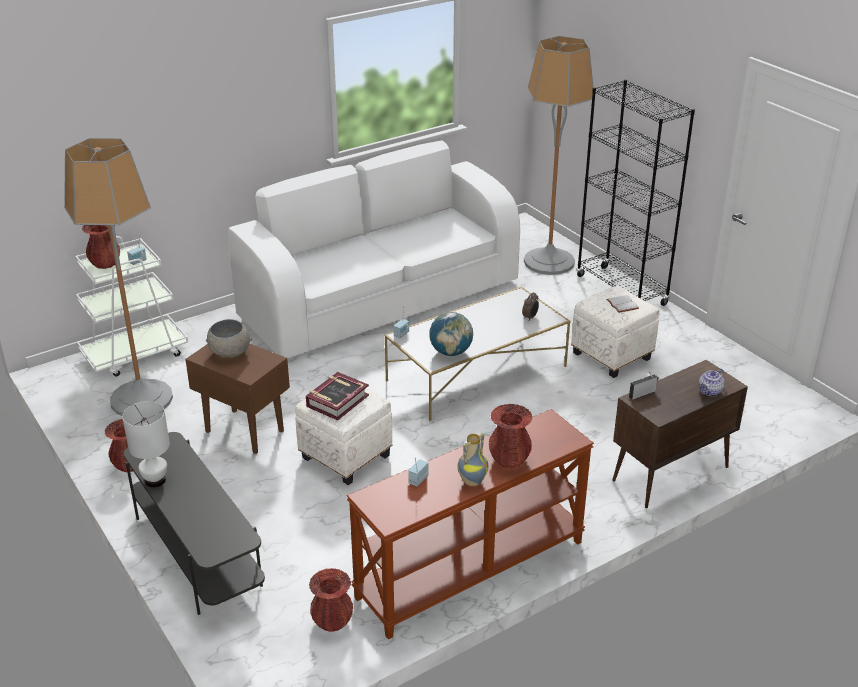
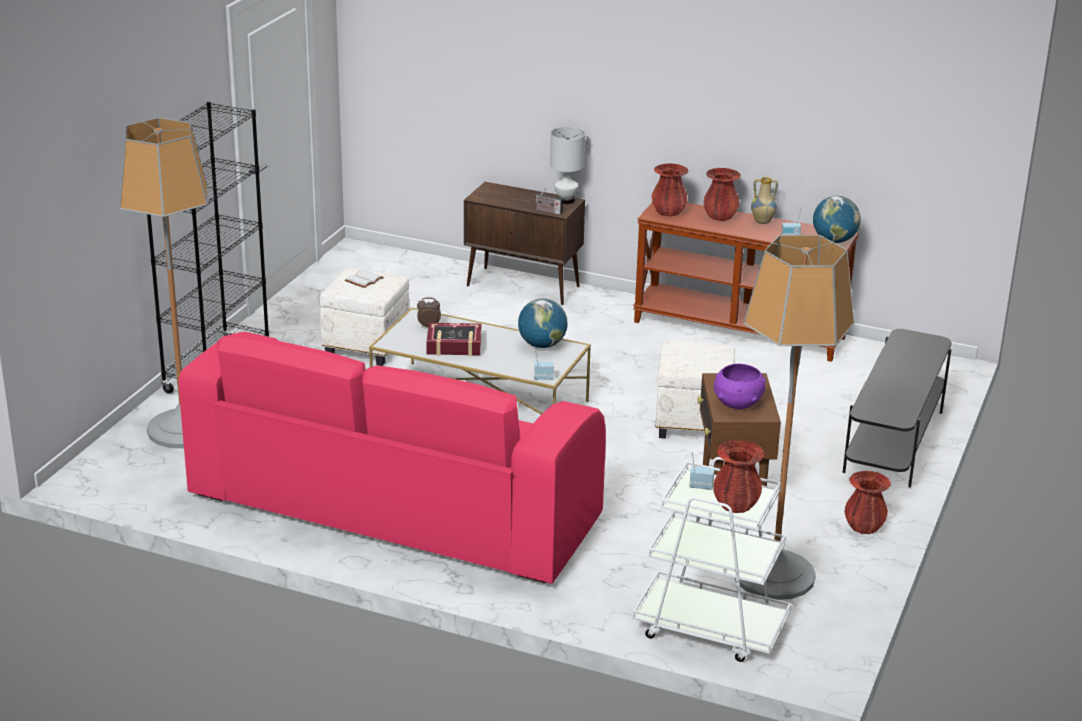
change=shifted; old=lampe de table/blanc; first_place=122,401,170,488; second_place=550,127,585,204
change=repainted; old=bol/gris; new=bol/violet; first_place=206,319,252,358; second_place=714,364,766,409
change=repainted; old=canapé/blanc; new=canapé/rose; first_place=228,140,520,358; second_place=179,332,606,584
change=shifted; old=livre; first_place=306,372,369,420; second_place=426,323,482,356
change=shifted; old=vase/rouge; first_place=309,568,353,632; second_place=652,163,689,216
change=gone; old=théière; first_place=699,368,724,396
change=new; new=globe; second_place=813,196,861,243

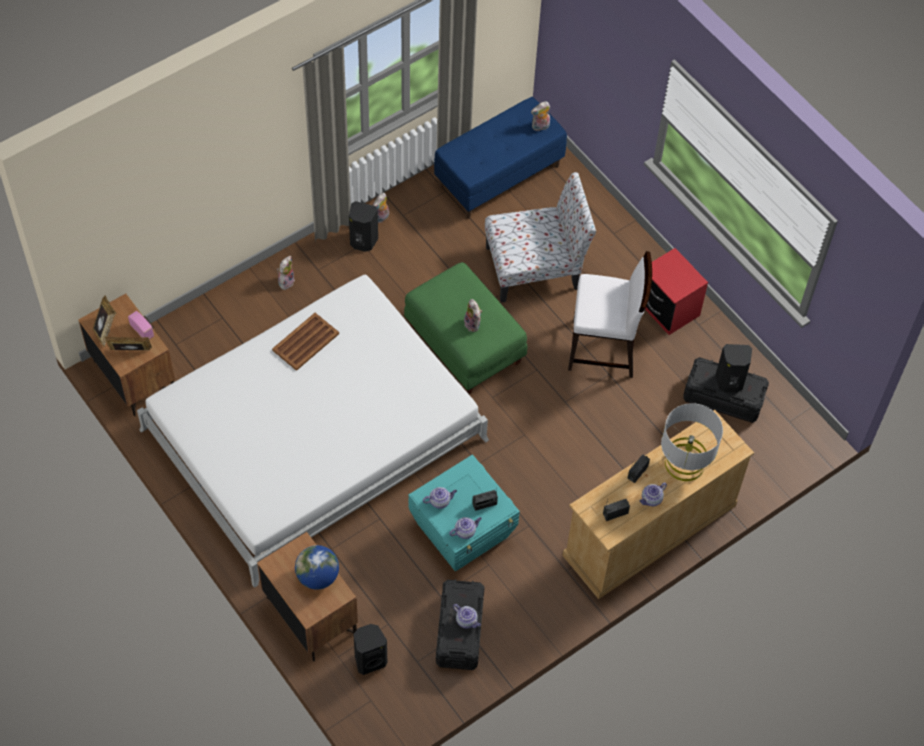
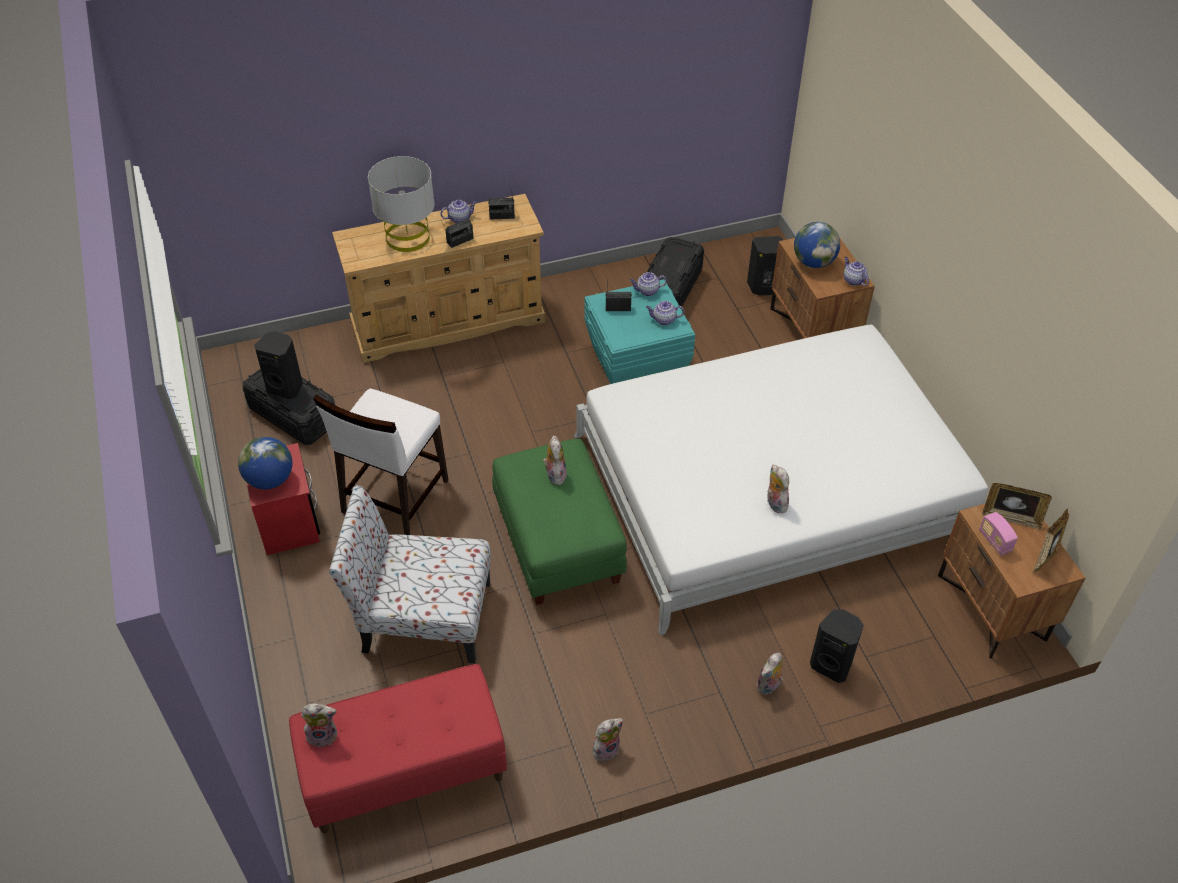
change=swapped; old=plateau/marron; new=peluche; first_place=272,313,339,371; second_place=767,465,789,513
change=shifted; old=enceinte/noir; first_place=349,201,378,252; second_place=810,609,864,683
change=repainted; old=banc/bleu; new=banc/rouge; first_place=434,97,567,219; second_place=289,664,507,833
change=shifted; old=théière; first_place=453,604,481,628; second_place=844,257,869,286
change=rotated; old=chaise/blanc; first_place=568,251,652,378; second_place=313,388,449,535; degrees=-90
change=new; new=globe; second_place=238,437,292,489

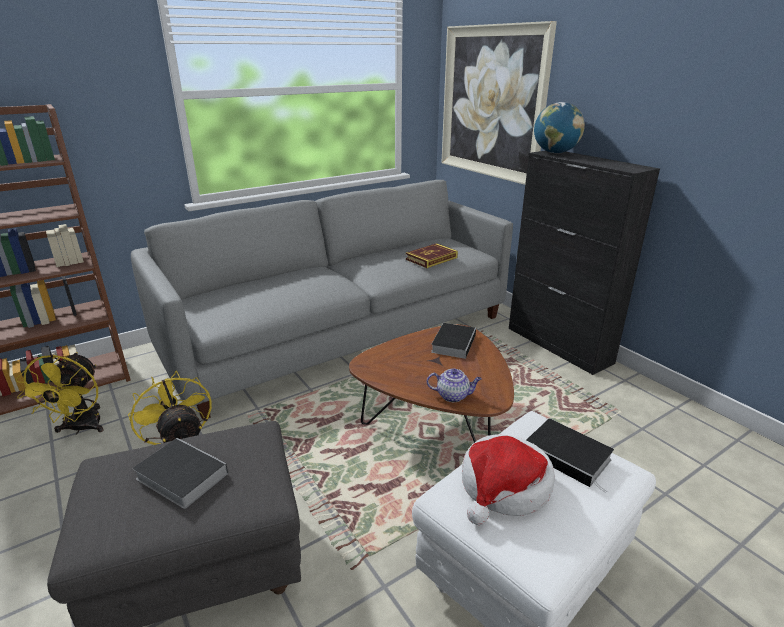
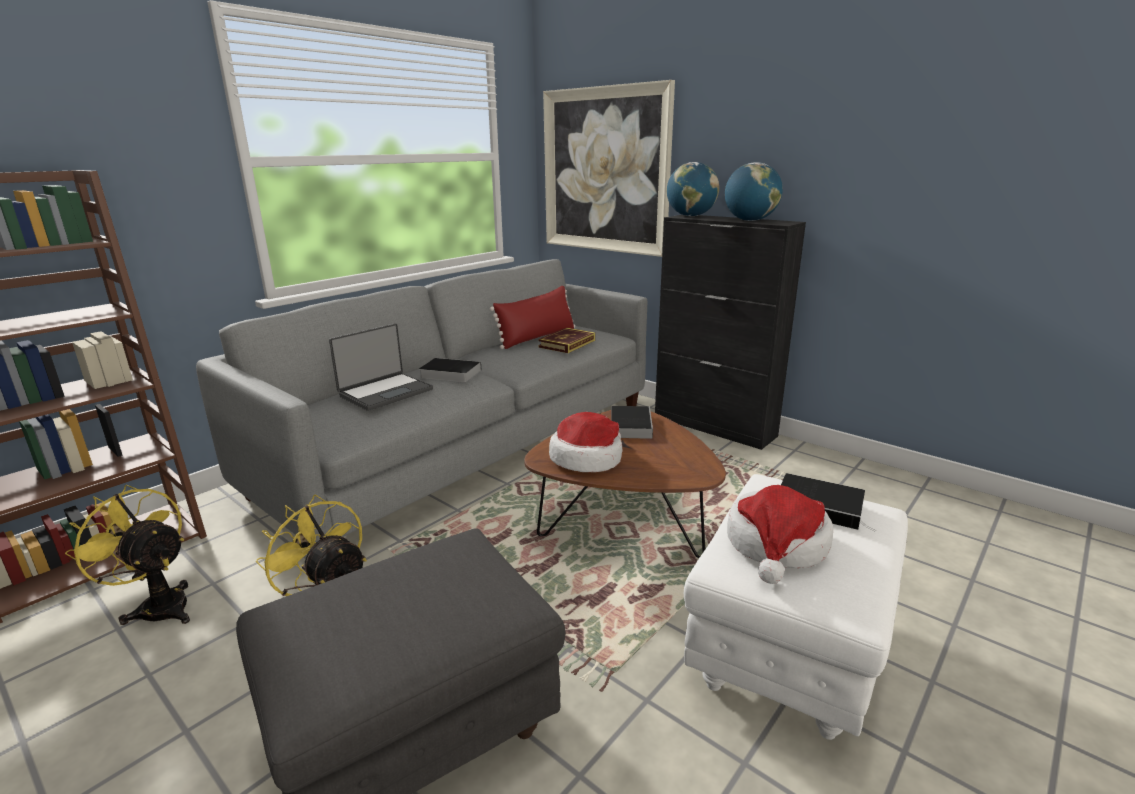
change=rotated; old=ventilateur/jaune; first_place=16,352,104,435; second_place=65,485,190,625; degrees=135
change=shifted; old=livre; first_place=133,438,228,509; second_place=419,358,482,383
change=gone; old=théière; first_place=427,369,482,402
change=new; new=ordinateur portable; second_place=329,323,433,411
change=new; new=coussin/rouge; second_place=490,286,575,349
change=new; new=chapeau; second_place=549,412,622,472
change=new; new=globe; second_place=725,162,783,221

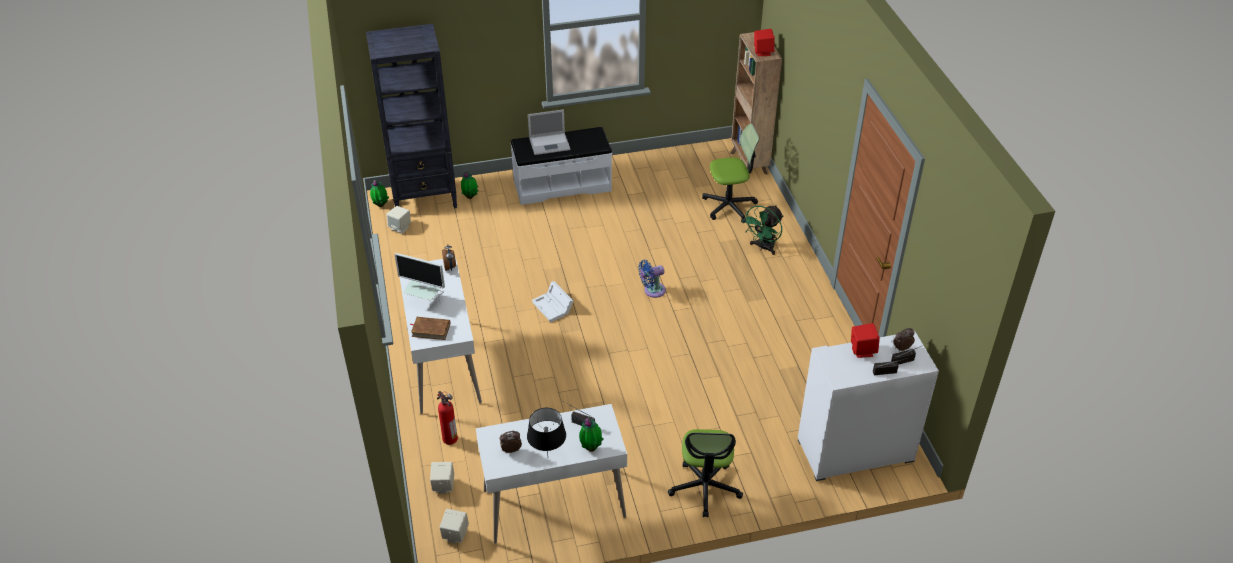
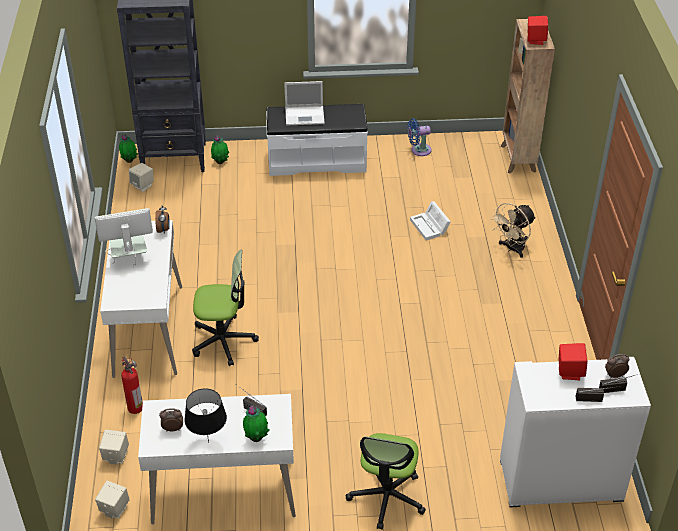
change=rotated; old=écran d'ordinateur; first_place=394,253,445,304; second_place=95,208,153,268; degrees=135
change=gone; old=livre/marron; first_place=410,317,451,340
change=shifted; old=boîte de rangement/blanc; first_place=532,281,573,322; second_place=410,201,451,240
change=shifted; old=ventilateur/bleu; first_place=638,260,666,298; second_place=408,118,431,156
change=shifted; old=chaise de bureau; first_place=702,123,759,223; second_place=192,250,259,366
change=repainted; old=ventilateur/vert; new=ventilateur/beige; first_place=742,205,784,255; second_place=490,203,536,258

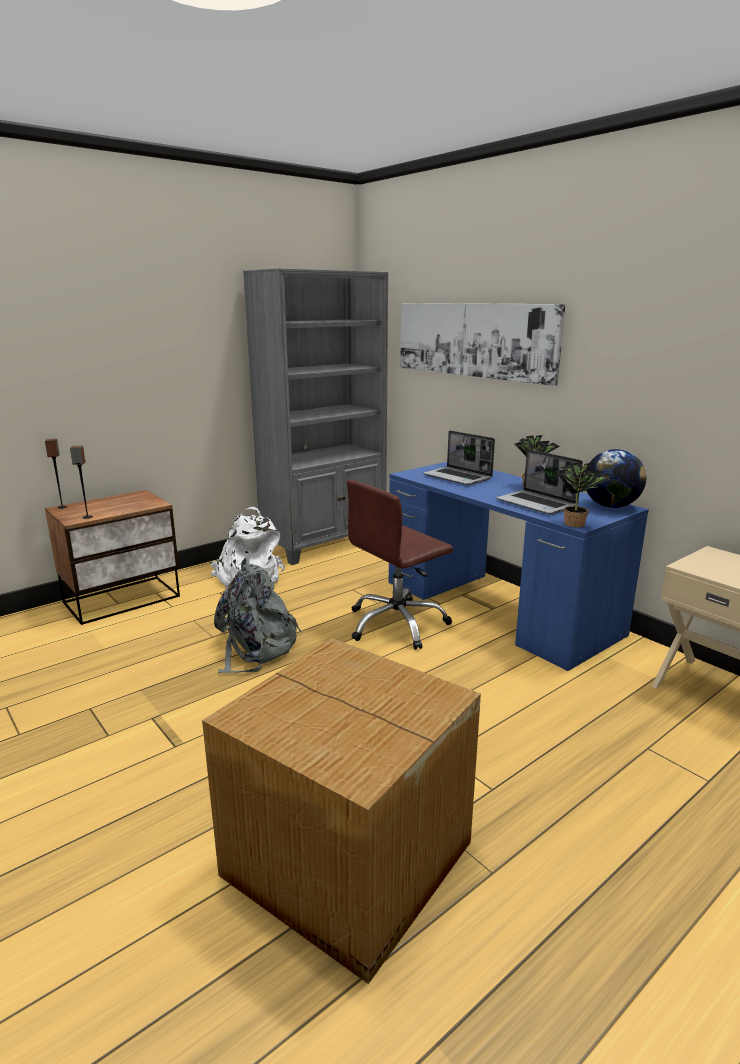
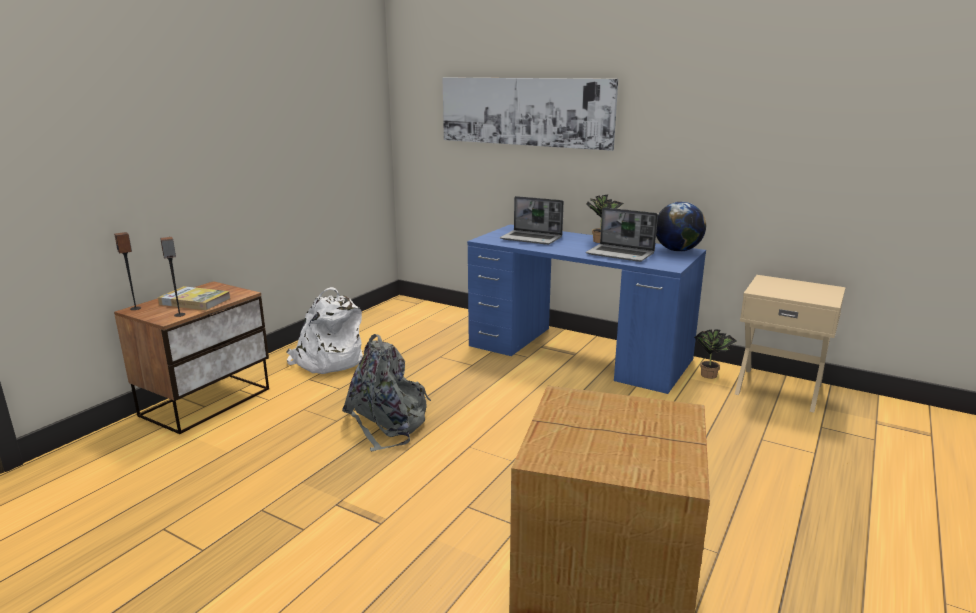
change=gone; old=bibliothèque/gris; first_place=243,268,388,565
change=gone; old=chaise de bureau/marron; first_place=347,480,453,650
change=shifted; old=plante en pot; first_place=556,463,610,527; second_place=694,329,737,379
change=new; new=livre; second_place=158,286,231,310

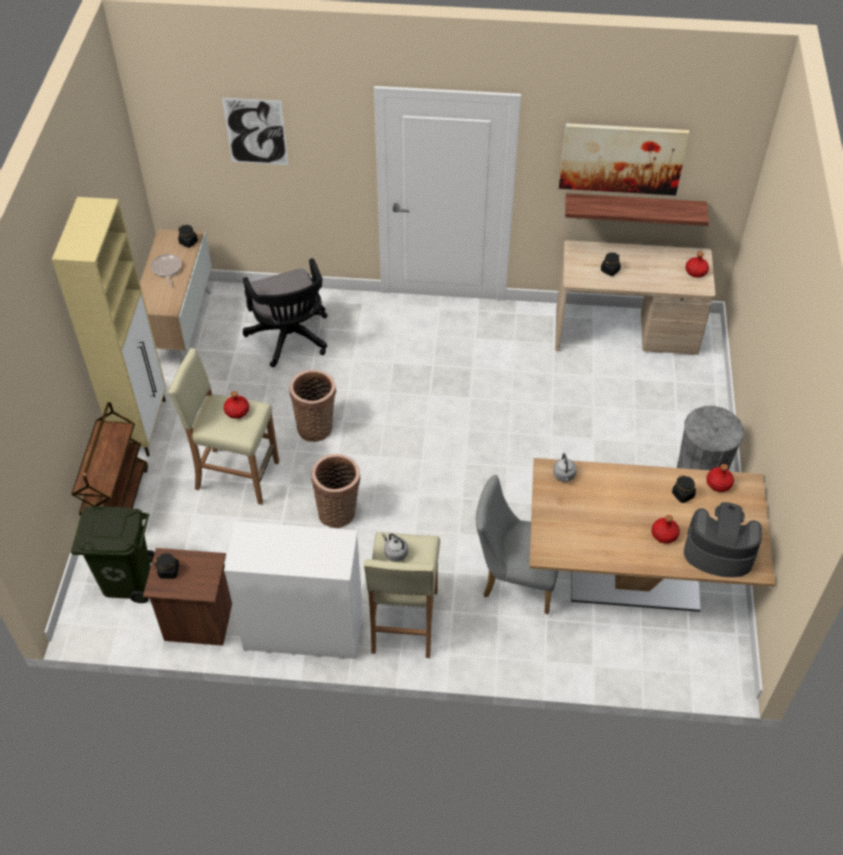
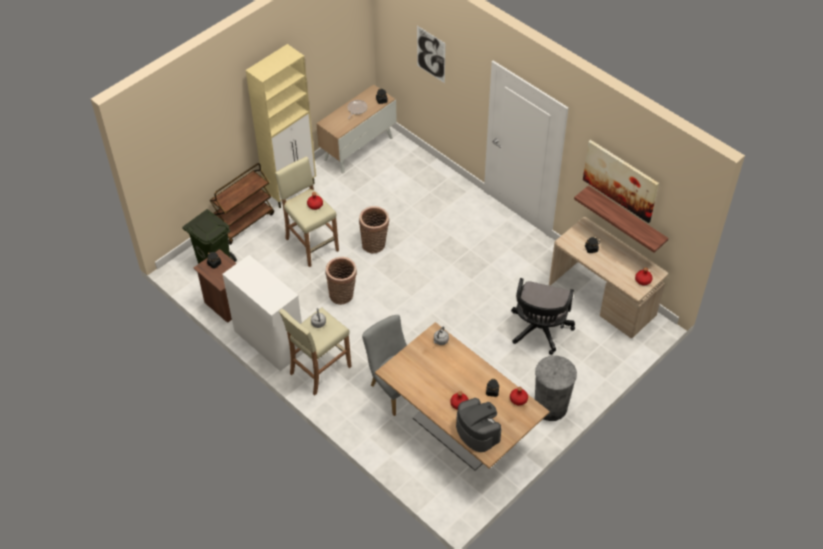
change=shifted; old=chaise de bureau/noir; first_place=243,258,327,367; second_place=511,278,575,355

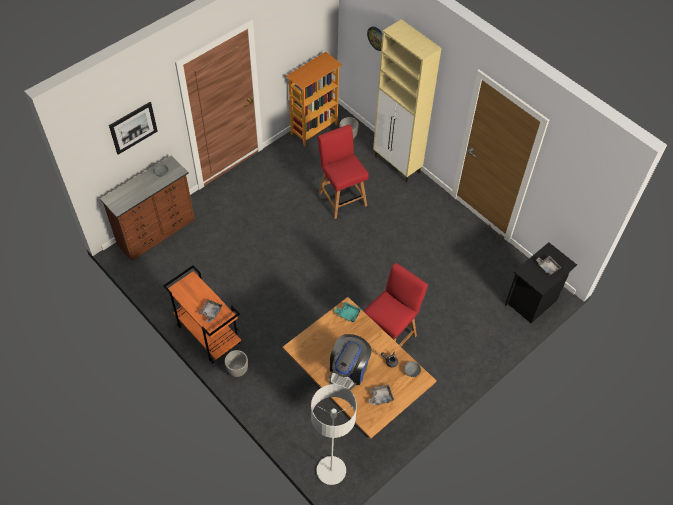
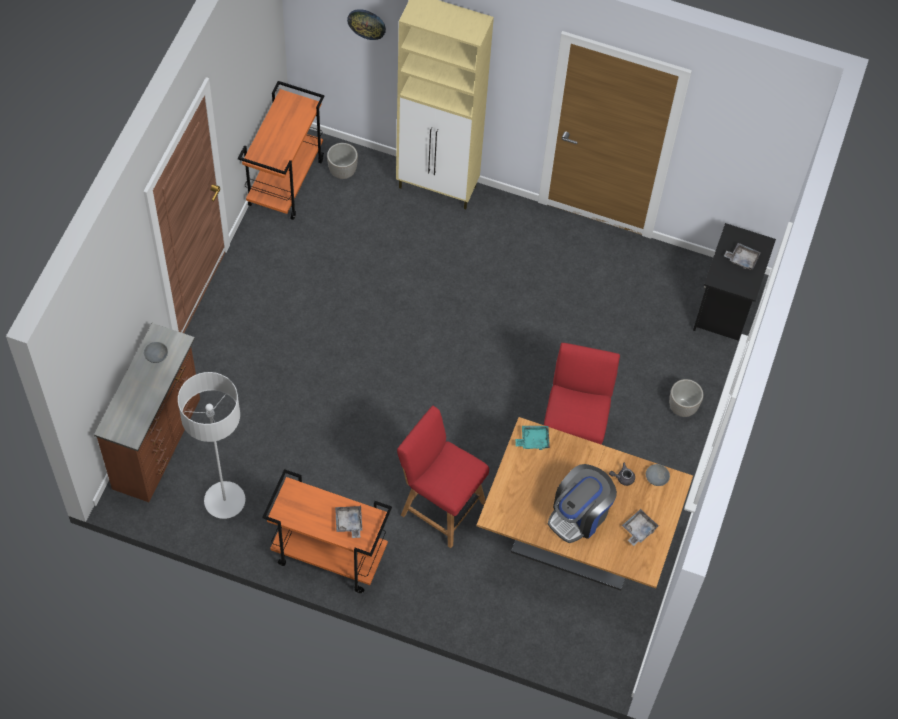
change=gone; old=tableau; first_place=109,102,158,155
change=shifted; old=cache-pot; first_place=225,350,248,377; second_place=669,379,704,417
change=swapped; old=bibliothèque; new=chariot/orange; first_place=286,52,342,146; second_place=238,81,325,220
change=shifted; old=lampadaire/gris; first_place=311,384,357,485; second_place=178,372,245,519
change=shifted; old=chaise/rouge; first_place=317,124,369,219; second_place=397,406,489,548
change=rotated; old=machine à café; first_place=329,334,372,390; second_place=548,464,617,543; degrees=45

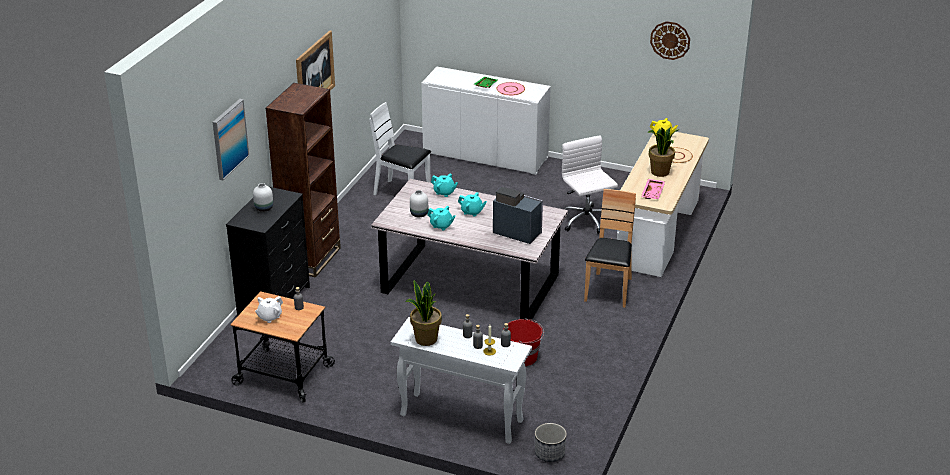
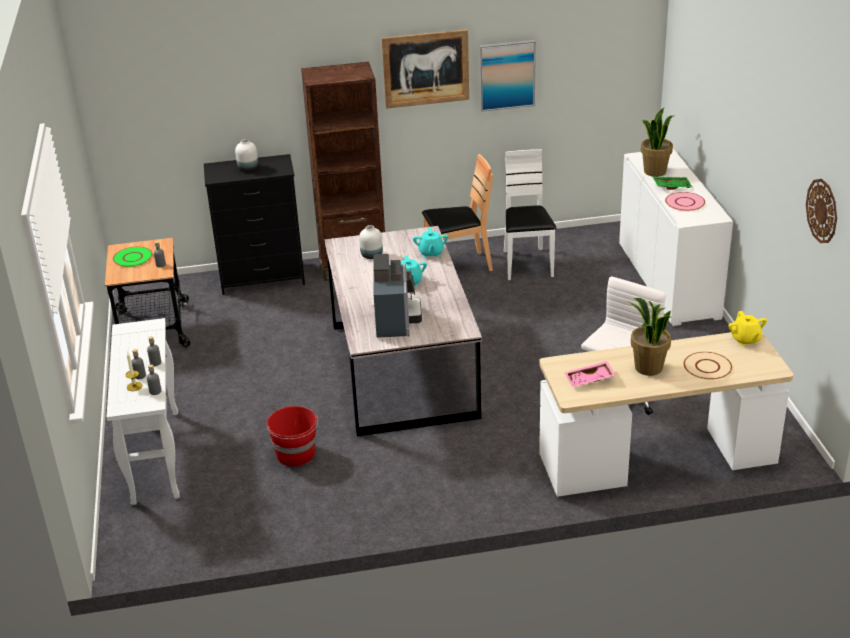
change=shifted; old=tableau; first_place=213,99,249,180; second_place=480,40,536,112
change=swapped; old=théière/blanc; new=assiette/vert; first_place=255,296,283,323; second_place=113,247,152,267
change=shifted; old=plante en pot; first_place=405,280,442,346; second_place=641,108,673,177
change=gone; old=théière/turquoise; first_place=427,206,456,230
change=gone; old=cache-pot; first_place=535,423,567,462
change=shifted; old=chaise/marron; first_place=584,189,636,308; second_place=422,154,493,271

